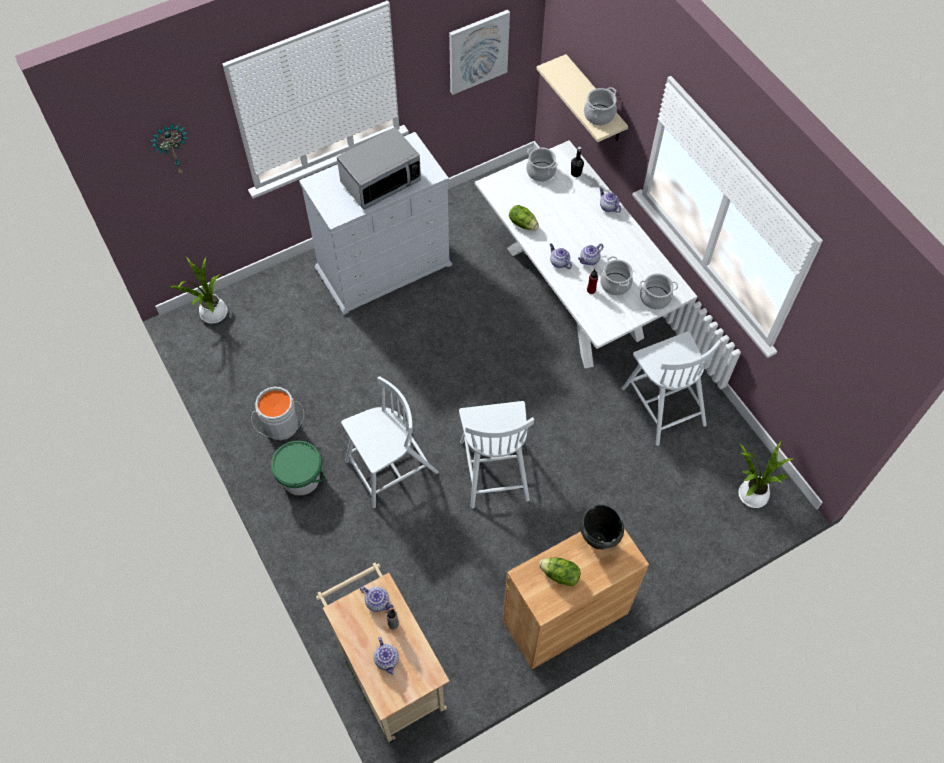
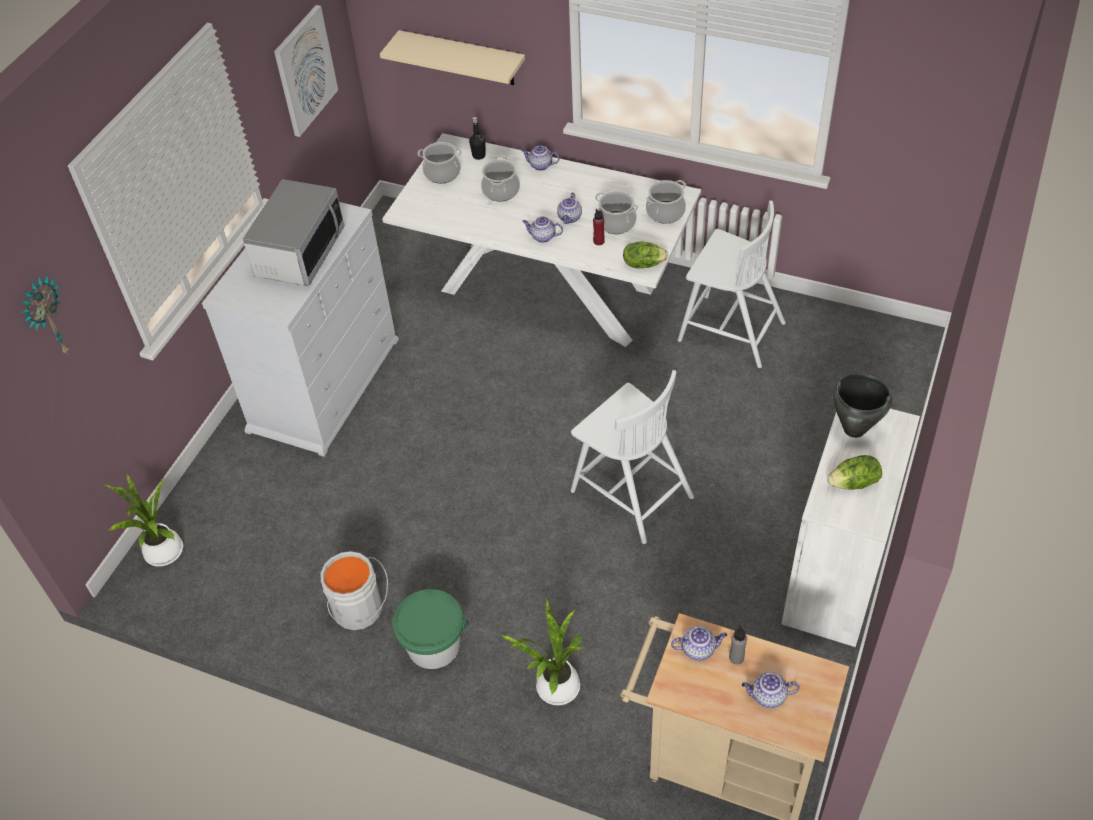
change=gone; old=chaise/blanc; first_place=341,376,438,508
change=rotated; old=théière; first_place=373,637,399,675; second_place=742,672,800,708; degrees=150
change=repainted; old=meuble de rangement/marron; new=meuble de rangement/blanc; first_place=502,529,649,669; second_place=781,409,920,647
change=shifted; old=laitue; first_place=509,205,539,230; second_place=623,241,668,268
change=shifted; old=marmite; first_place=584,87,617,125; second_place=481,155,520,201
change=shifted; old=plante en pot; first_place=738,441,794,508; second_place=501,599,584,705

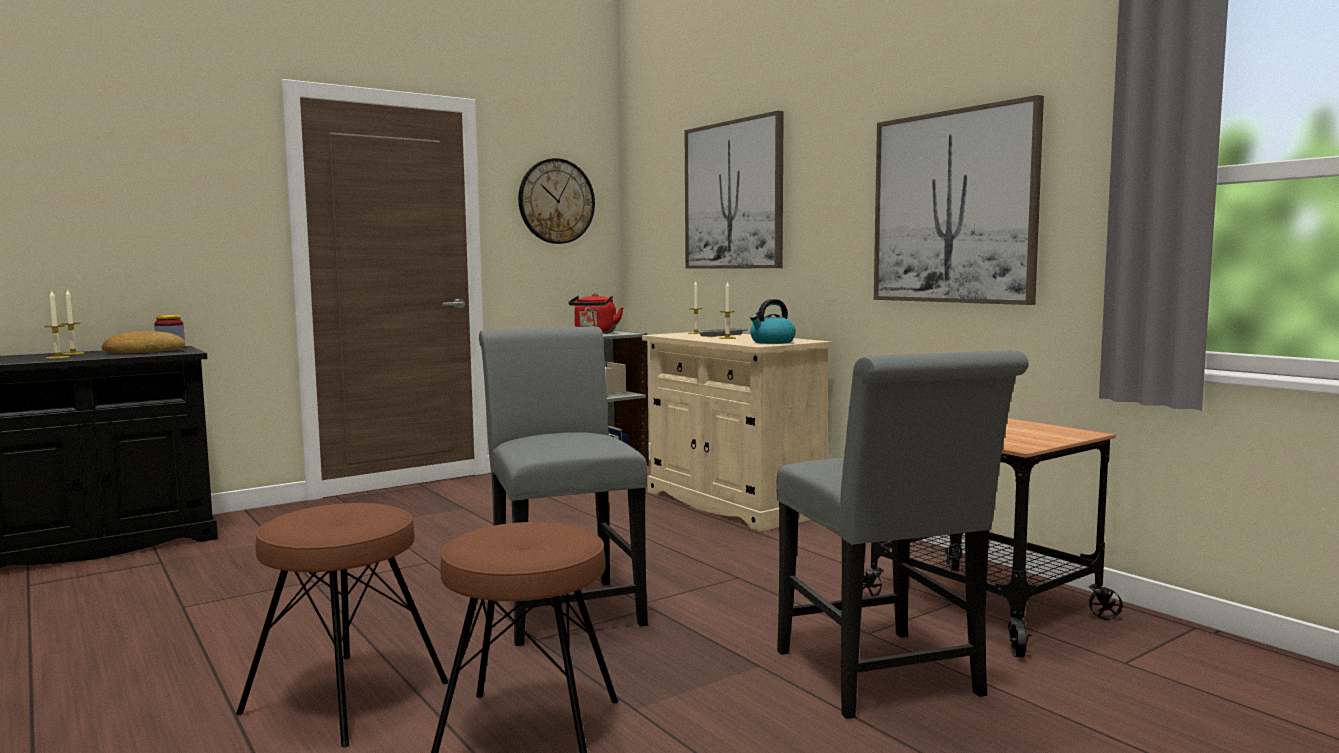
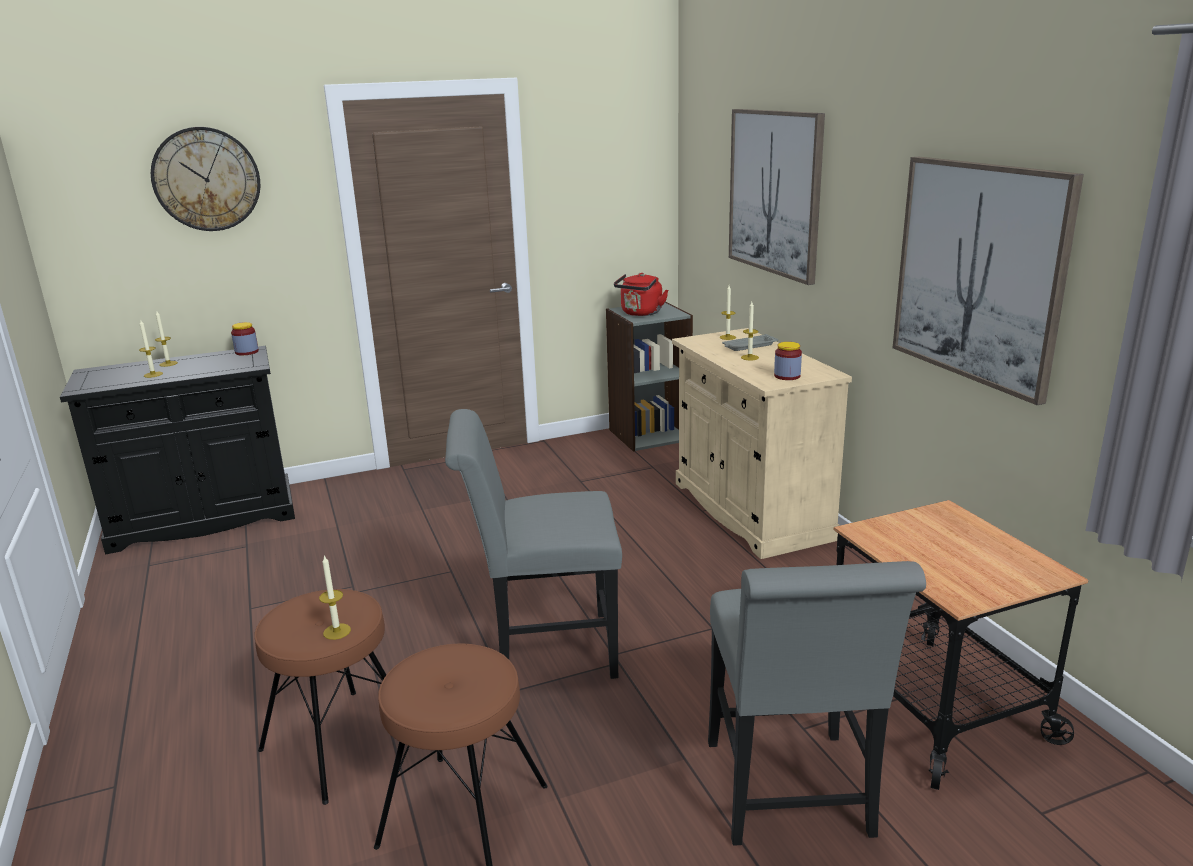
change=gone; old=pain; first_place=102,331,186,353
change=rotated; old=chaise/gris; first_place=479,326,648,646; second_place=445,409,622,679; degrees=-90
change=shifted; old=horloge murale; first_place=518,158,595,244; second_place=151,127,260,231
change=swapped; old=bouilloire; new=bocal; first_place=750,299,796,344; second_place=774,342,802,380
change=new; new=bougie; second_place=319,555,351,640

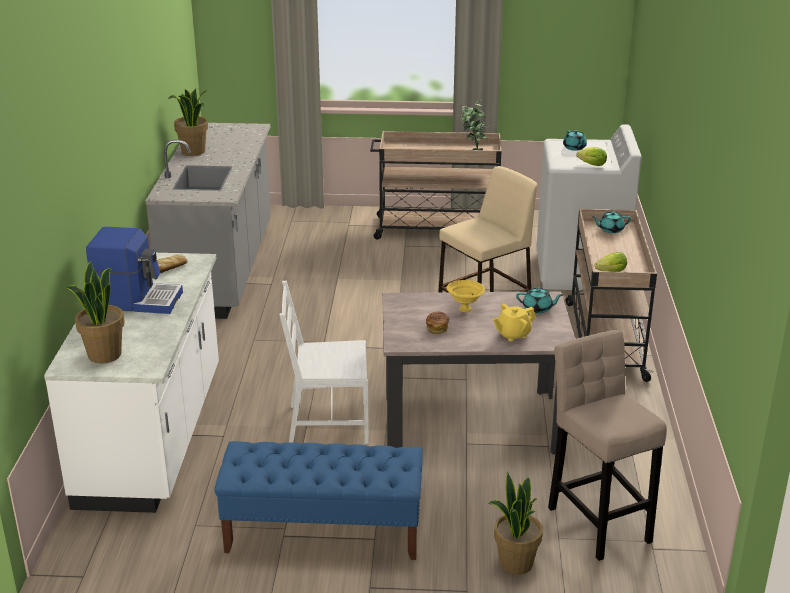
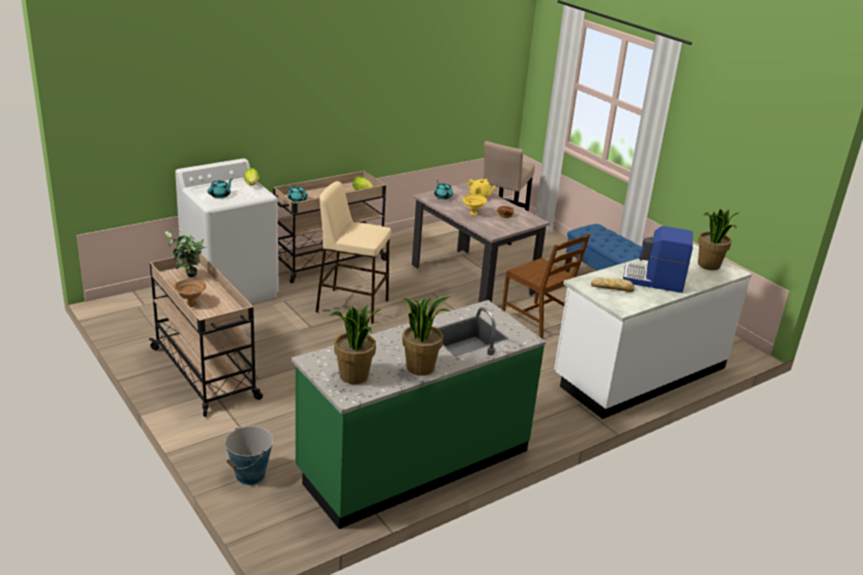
change=rotated; old=machine à café; first_place=86,227,183,314; second_place=623,226,693,293; degrees=-45
change=repainted; old=comptoir de cuisine/gris; new=comptoir de cuisine/vert; first_place=146,123,270,319; second_place=291,300,546,529
change=repainted; old=chaise/blanc; new=chaise/marron; first_place=280,281,369,444; second_place=502,233,590,339
change=shifted; old=plante en pot; first_place=488,471,543,575; second_place=329,305,381,384
change=new; new=bol/marron; second_place=174,279,206,306
change=new; new=seau; second_place=225,426,273,485

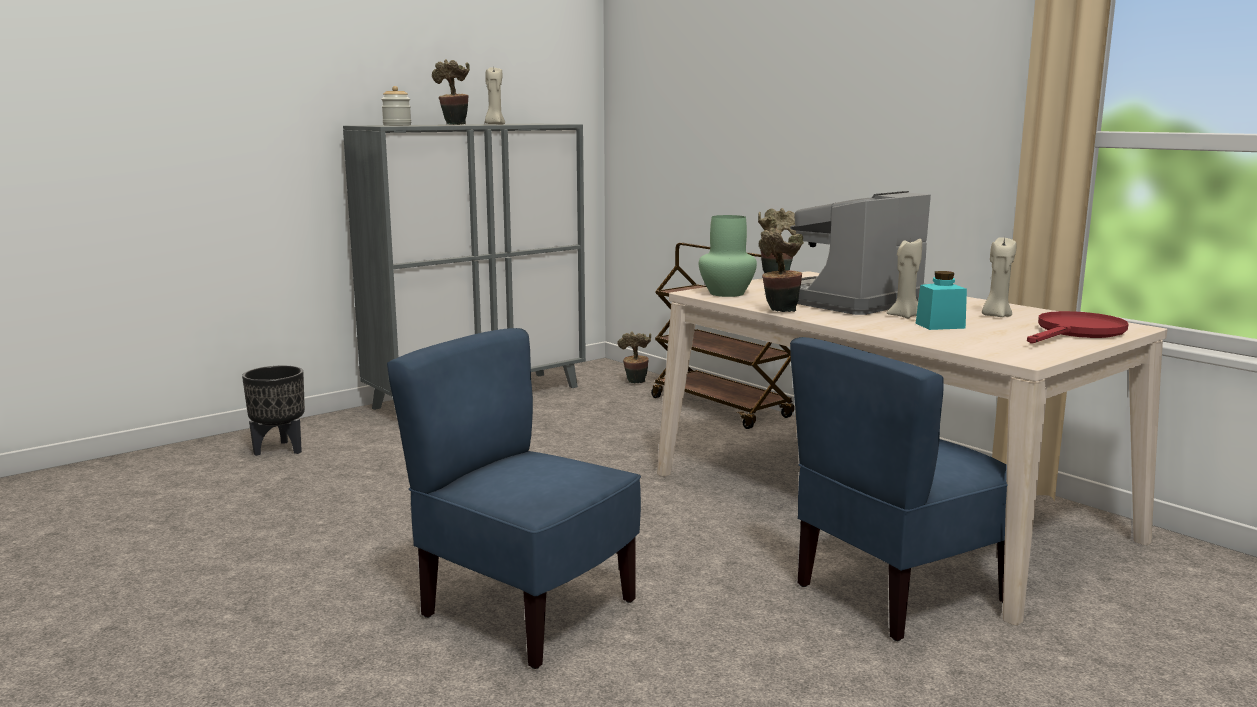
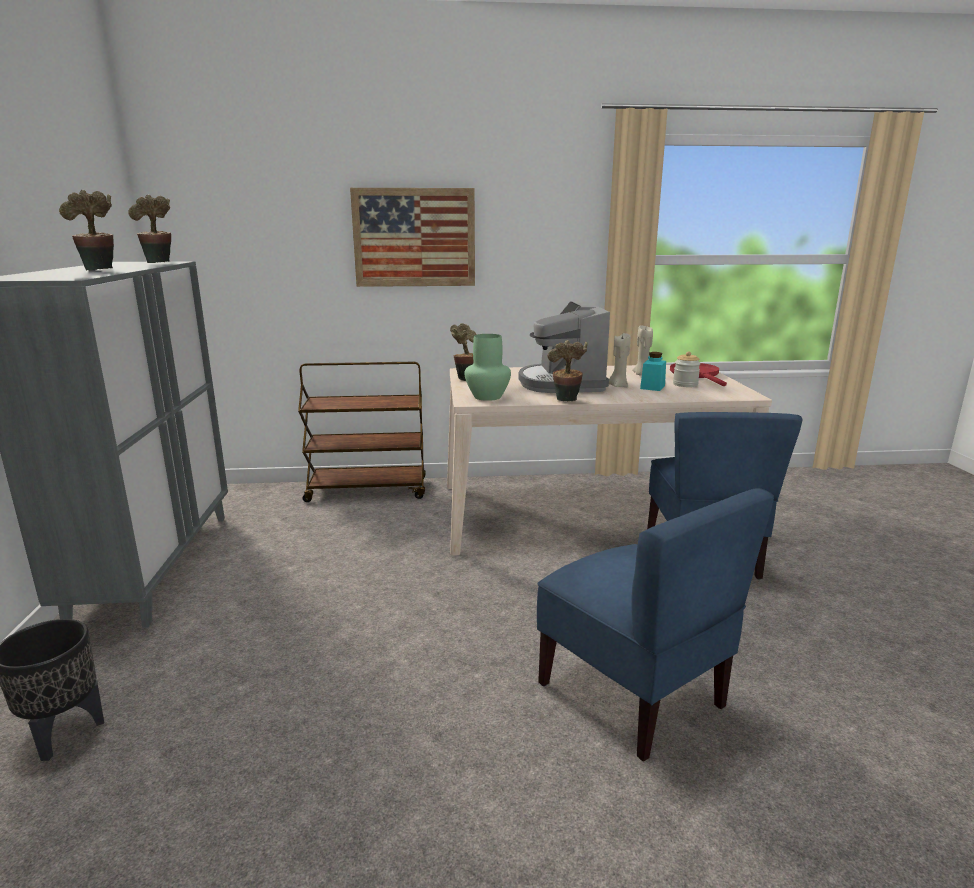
change=shifted; old=bocal; first_place=381,86,411,126; second_place=673,351,701,387
change=rotated; old=chaise/bleu; first_place=387,328,641,669; second_place=537,488,774,762; degrees=-105
change=gone; old=bougie/beige; first_place=485,67,505,125
change=shifted; old=plante en pot; first_place=617,331,651,383; second_place=128,195,171,263
change=new; new=tableau; second_place=350,188,475,287

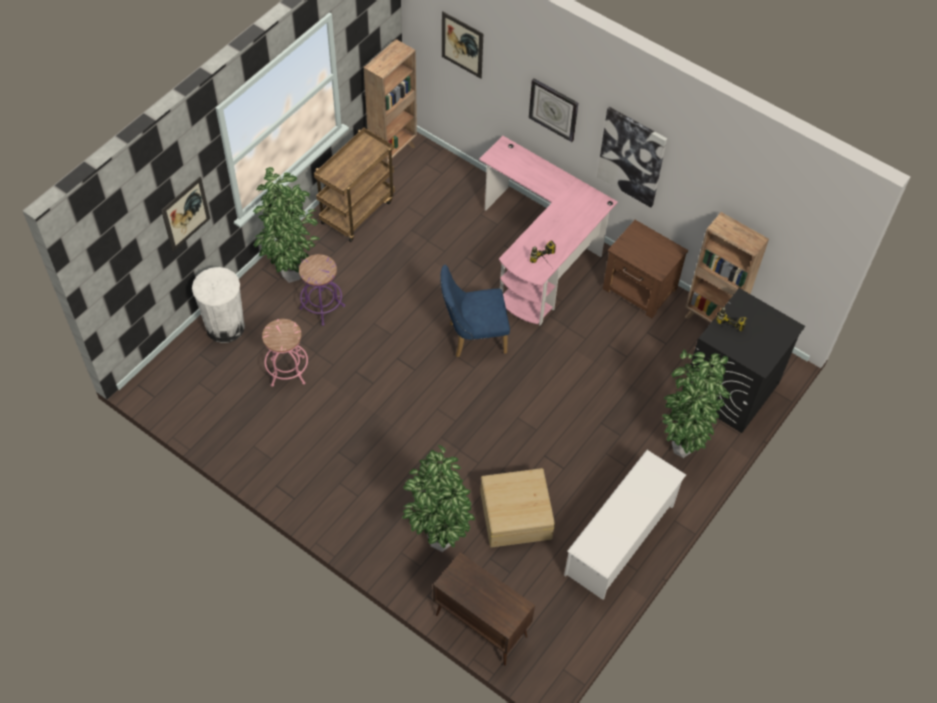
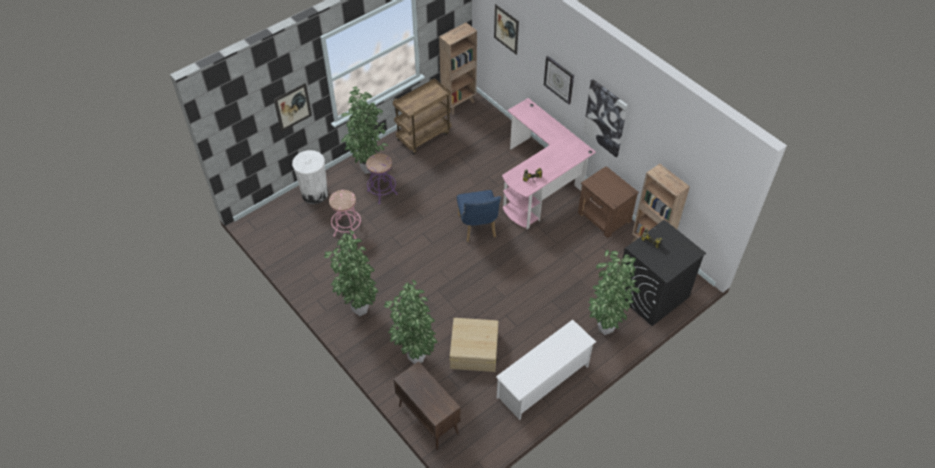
change=rotated; old=chaise/bleu; first_place=440,264,510,358; second_place=457,190,501,242; degrees=-105
change=new; new=plante en pot; second_place=324,230,378,316

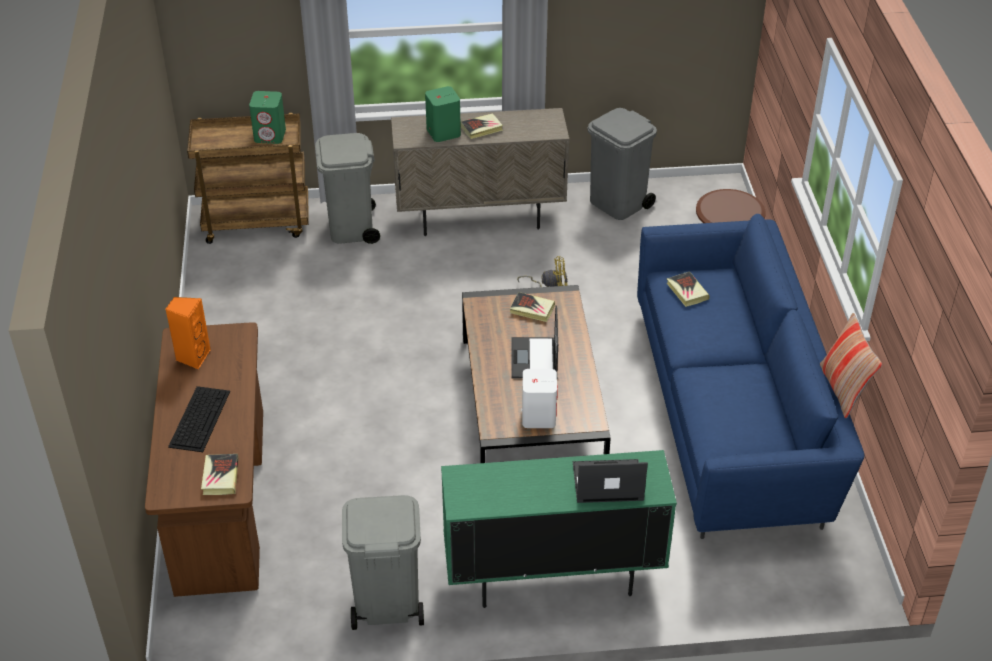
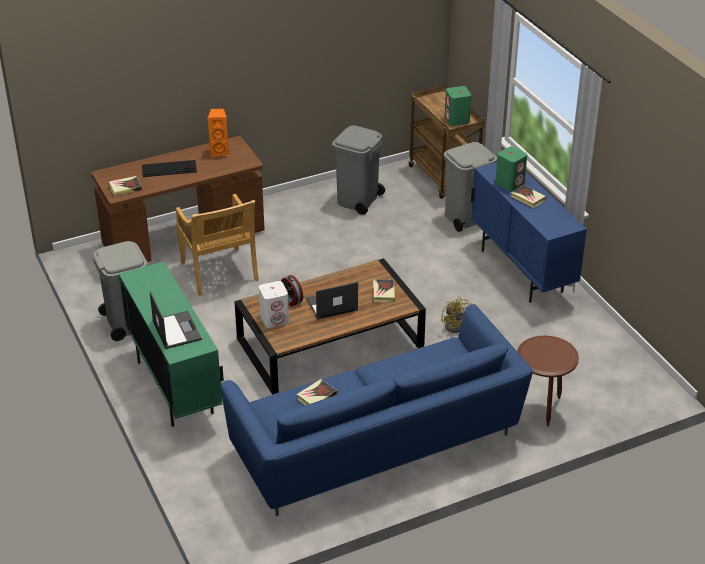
change=repainted; old=meuble de rangement/beige; new=meuble de rangement/bleu; first_place=391,108,569,236; second_place=471,162,587,303
change=shifted; old=poubelle/gris; first_place=587,108,657,220; second_place=332,125,385,215
change=shifted; old=livre; first_place=667,271,710,307; second_place=297,379,337,405
change=gone; old=coussin; first_place=820,313,882,418
change=new; new=chaise/beige; second_place=176,194,259,296
change=new; new=réveil; second_place=281,275,303,307

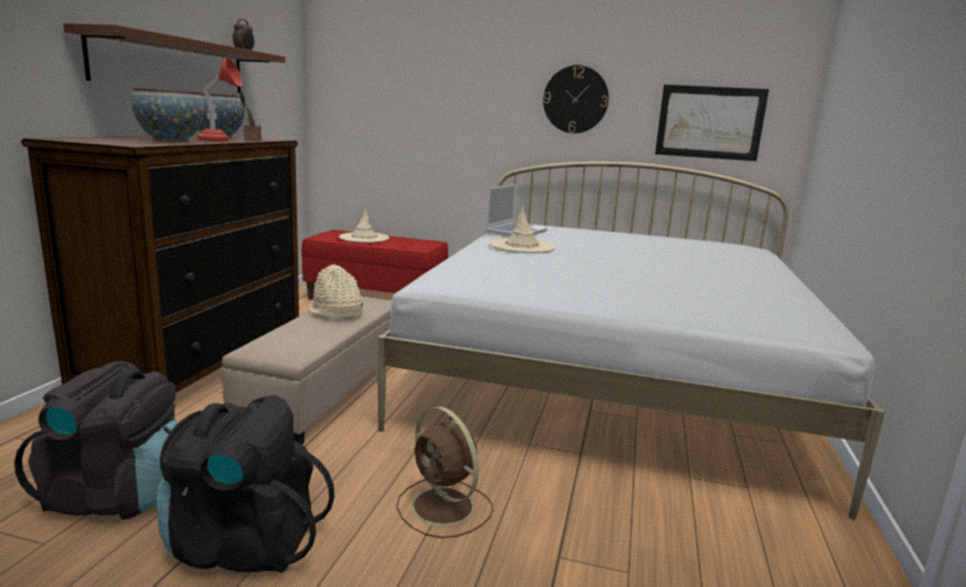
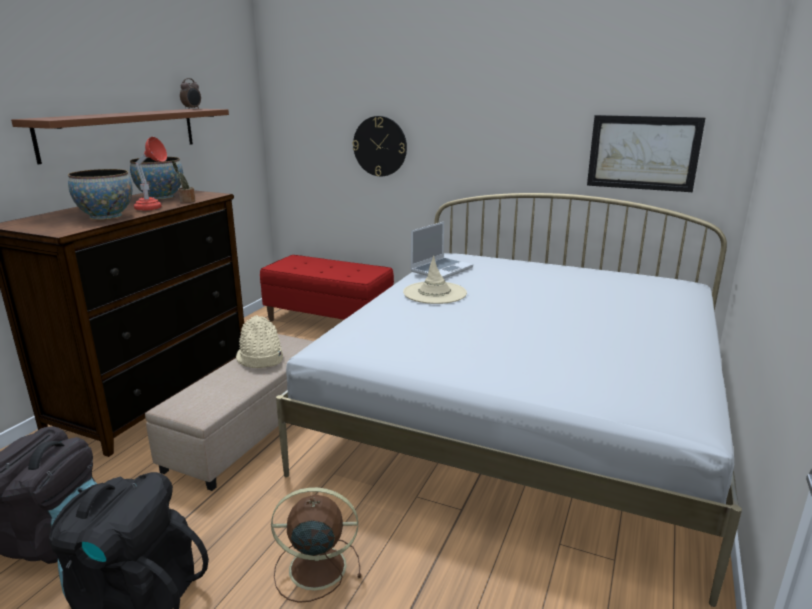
change=gone; old=chapeau/beige; first_place=339,208,389,243
change=rotated; old=ventilateur/marron; first_place=397,406,493,538; second_place=271,487,361,603; degrees=120
change=shifted; old=horloge murale; first_place=543,65,609,133; second_place=353,116,407,176

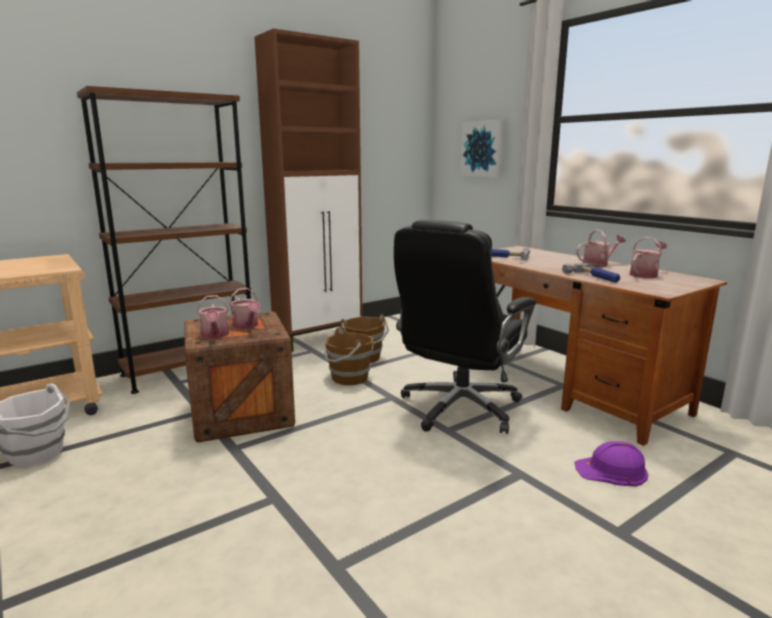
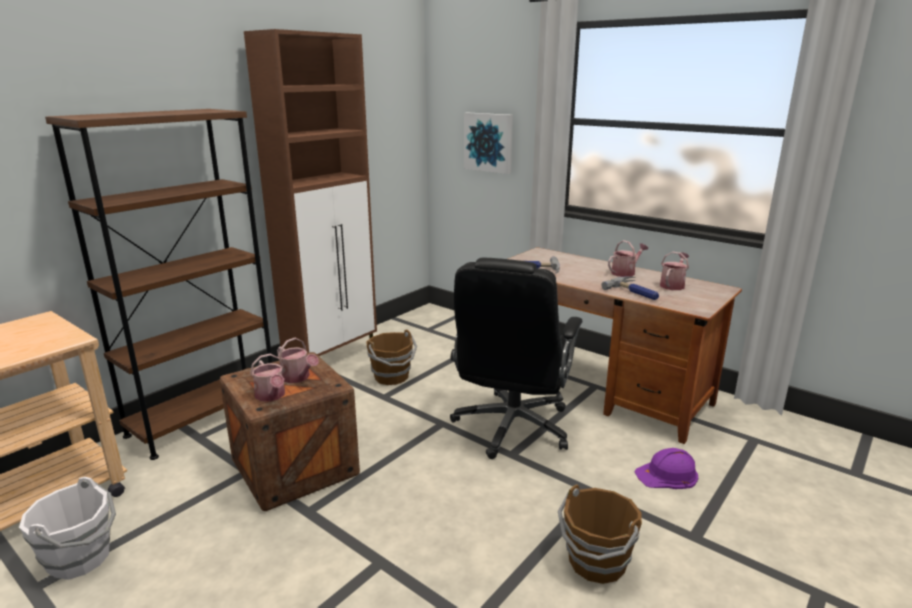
change=shifted; old=seau/marron; first_place=324,327,374,385; second_place=558,484,642,584

